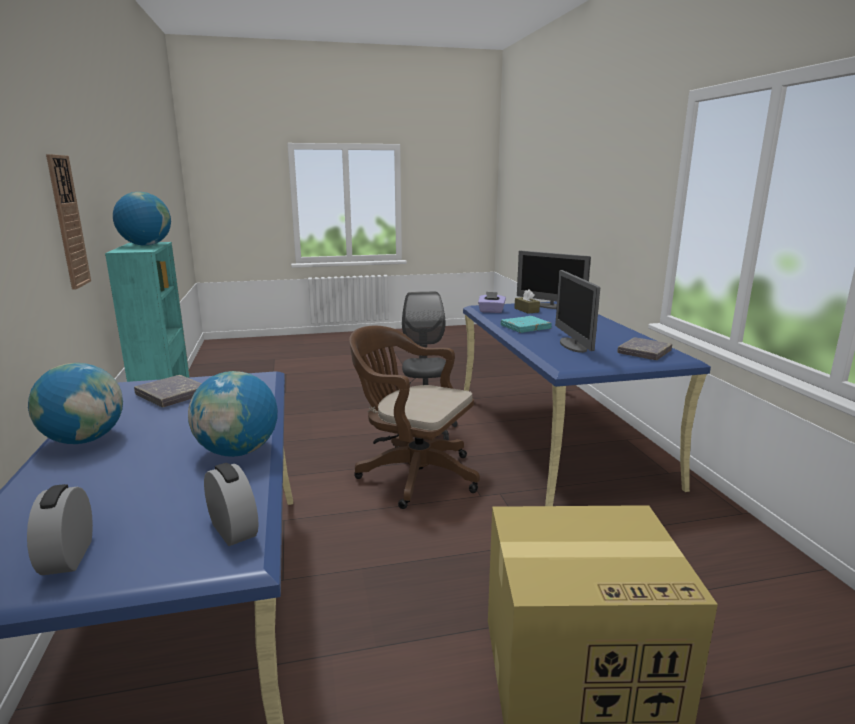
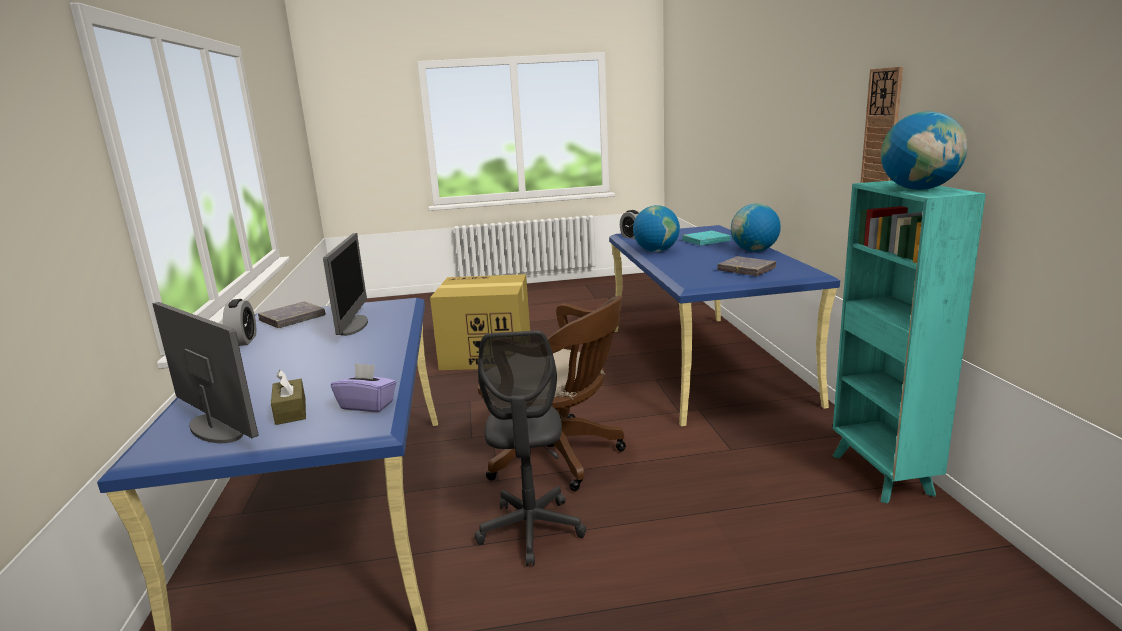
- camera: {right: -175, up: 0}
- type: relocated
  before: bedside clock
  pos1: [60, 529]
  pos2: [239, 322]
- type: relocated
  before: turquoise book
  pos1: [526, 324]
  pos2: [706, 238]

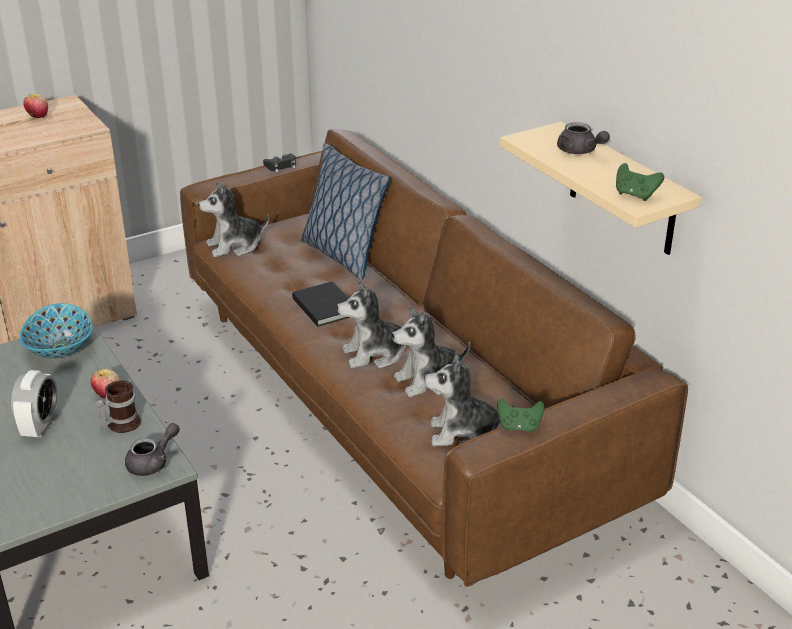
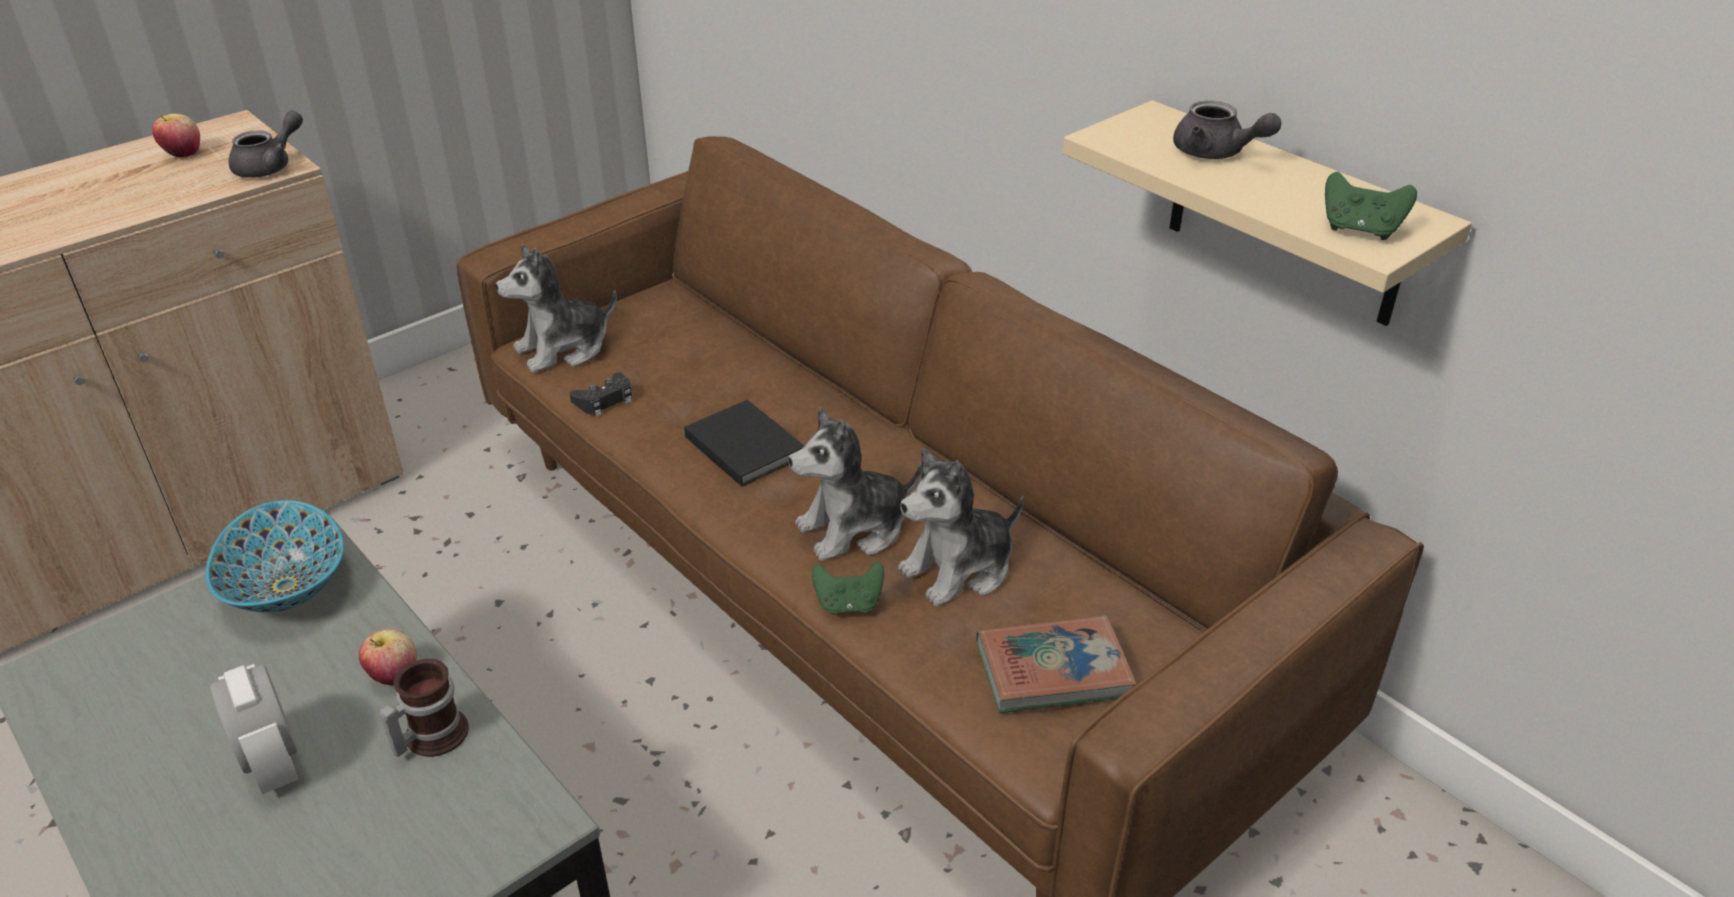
- camera: {right: -10, up: 5}
- type: spun
  before: bedside clock
  pos1: [34, 404]
  pos2: [254, 729]
  turn: 150
- type: relocated
  before: grey teapot
  pos1: [152, 449]
  pos2: [265, 144]
- type: relocated
  before: black game controller
  pos1: [279, 163]
  pos2: [601, 394]
- type: relocated
  before: greenish game controller
  pos1: [520, 415]
  pos2: [848, 587]
- type: exchanged
  before: plush toy
  after: book
  pos1: [469, 399]
  pos2: [1056, 664]
- type: missing
  before: throw pillow
  pos1: [346, 211]

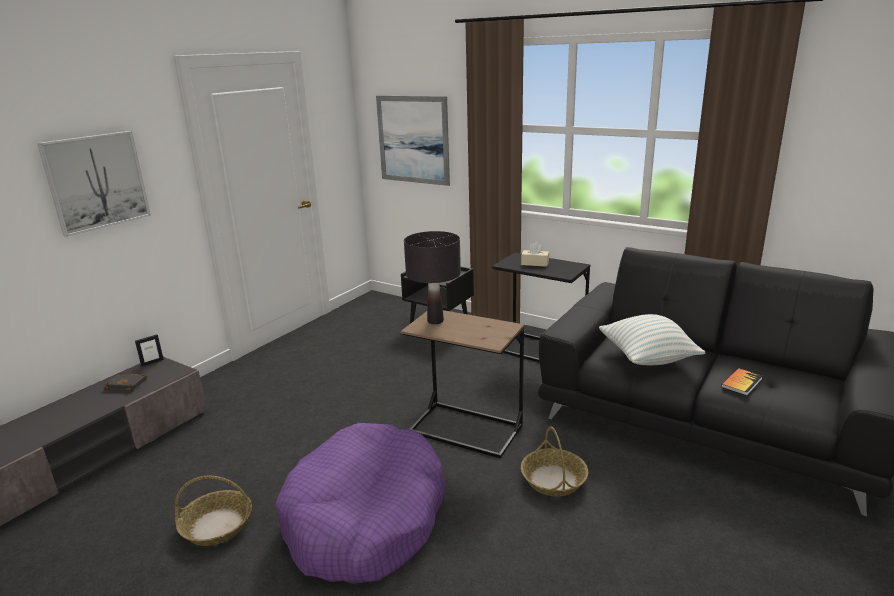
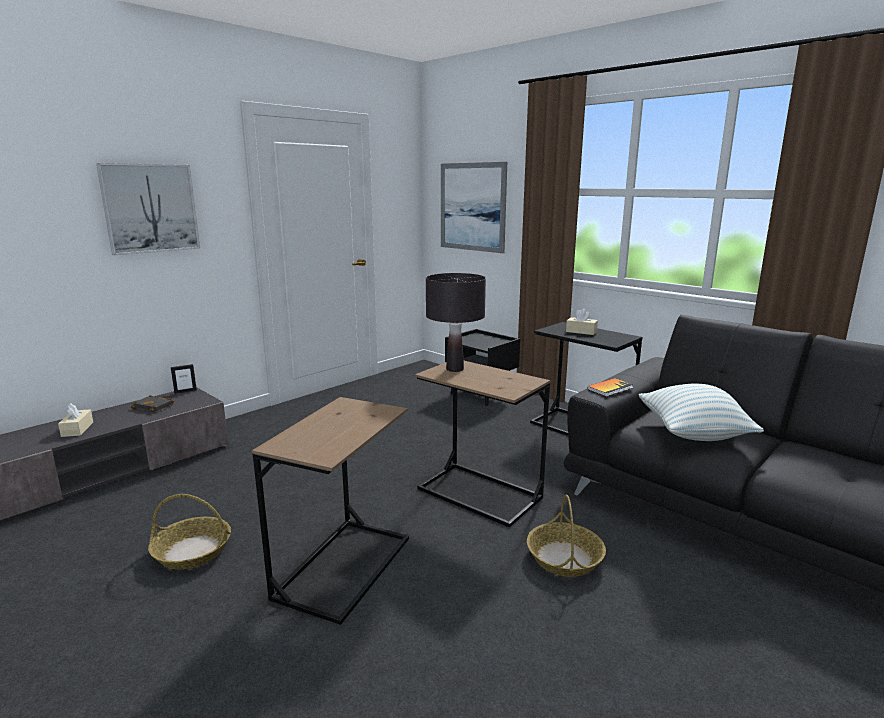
- camera: {right: 10, up: -5}
- type: appeared
  after: beige-coloured tissue box
  pos2: [75, 420]
- type: exchanged
  before: purple dog cushion
  after: brownish side table
  pos1: [360, 503]
  pos2: [330, 511]
- type: relocated
  before: book
  pos1: [741, 382]
  pos2: [610, 387]

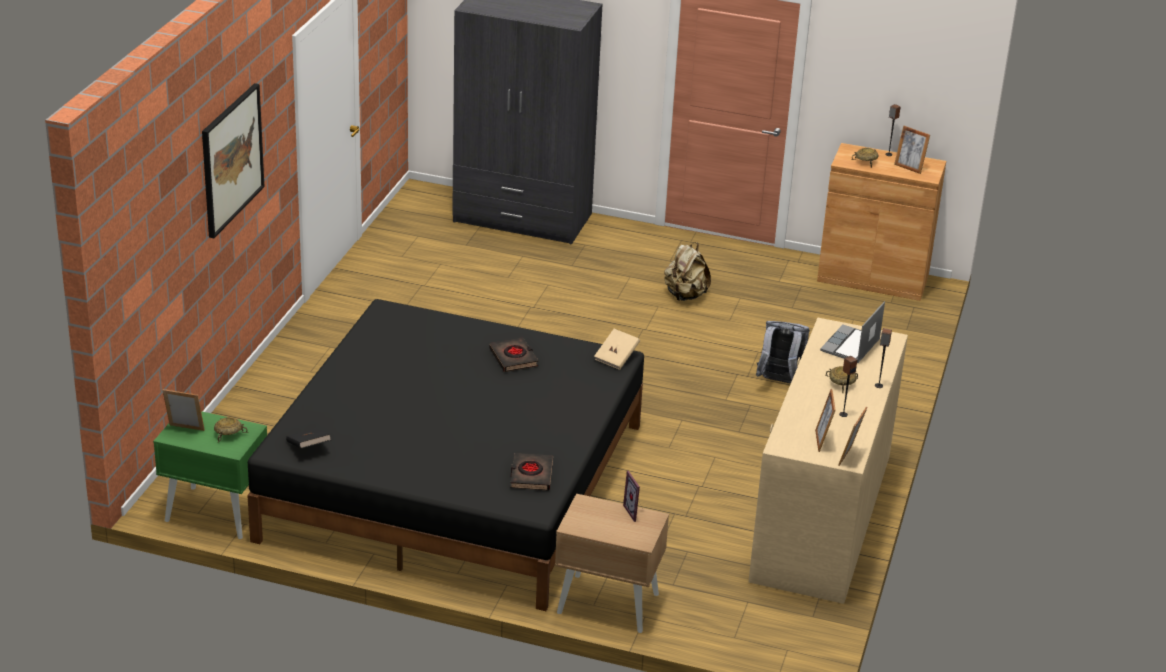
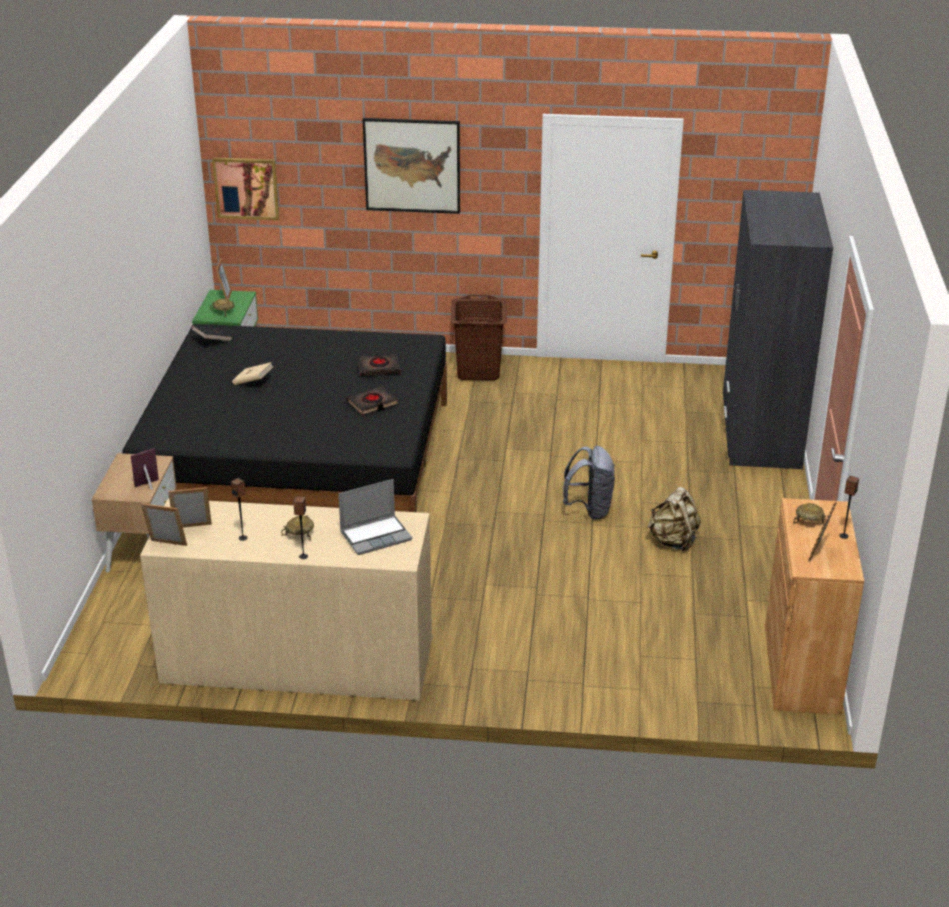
- camera: {right: 80, up: 0}
- type: appeared
  after: wall picture
  pos2: [246, 188]
- type: relocated
  before: beige-coloured book
  pos1: [617, 349]
  pos2: [252, 373]
- type: spun
  before: laptop
  pos1: [852, 332]
  pos2: [375, 517]
  turn: 135
- type: relocated
  before: black book
  pos1: [531, 472]
  pos2: [379, 365]
- type: appeared
  after: brownish hamper
  pos2: [479, 337]
- type: relocated
  before: grey knapsack
  pos1: [783, 352]
  pos2: [589, 483]

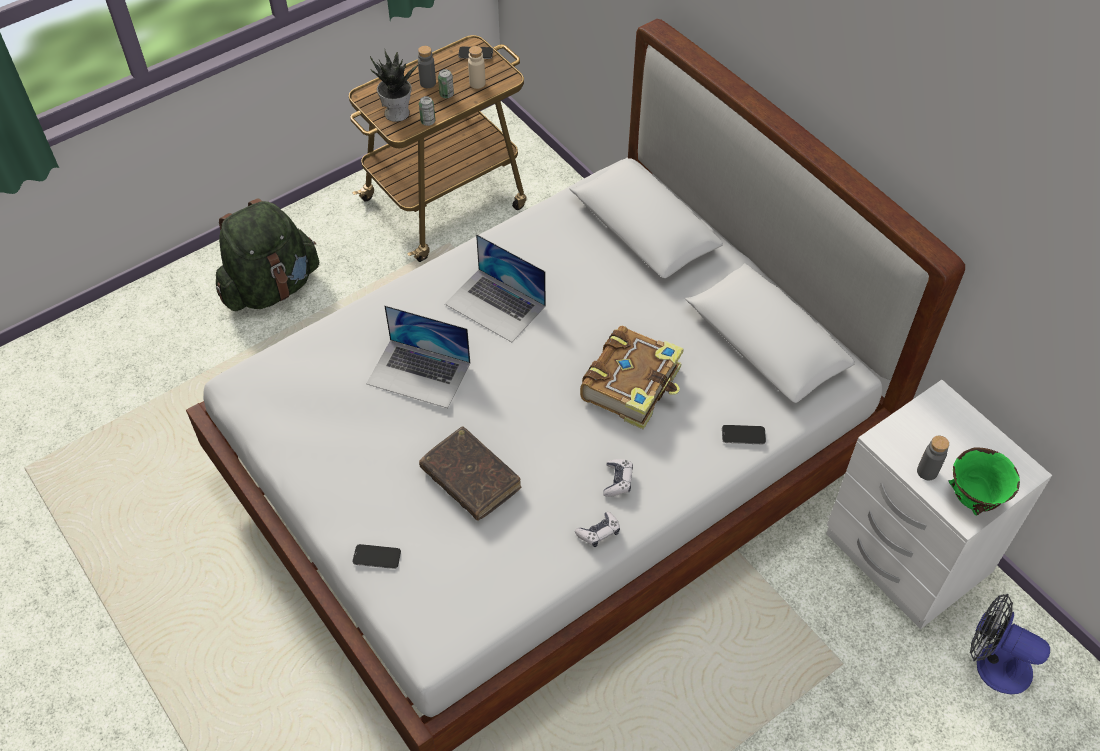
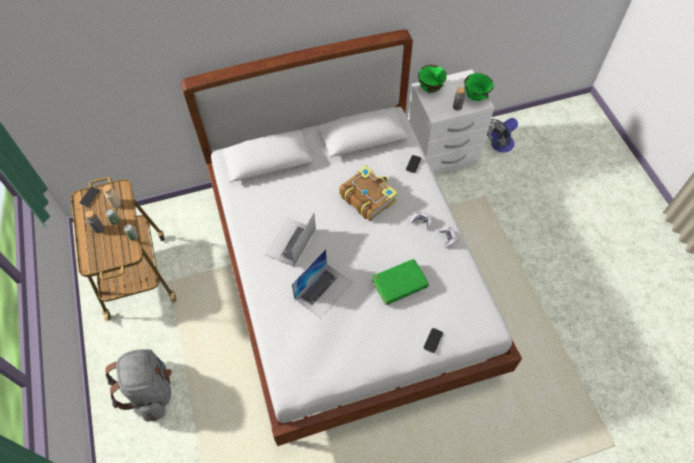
- camera: {right: -70, up: 5}
- type: colour
  before: greenish knapsack
  after: grey knapsack
  pos1: [267, 254]
  pos2: [138, 385]
- type: spun
  before: laptop
  pos1: [495, 288]
  pos2: [290, 240]
  turn: 150
- type: colour
  before: brownish book
  after: greenish book
  pos1: [470, 473]
  pos2: [400, 282]
- type: appeared
  after: greenish serving bowl
  pos2: [432, 79]
- type: missing
  before: potted plant
  pos1: [395, 85]

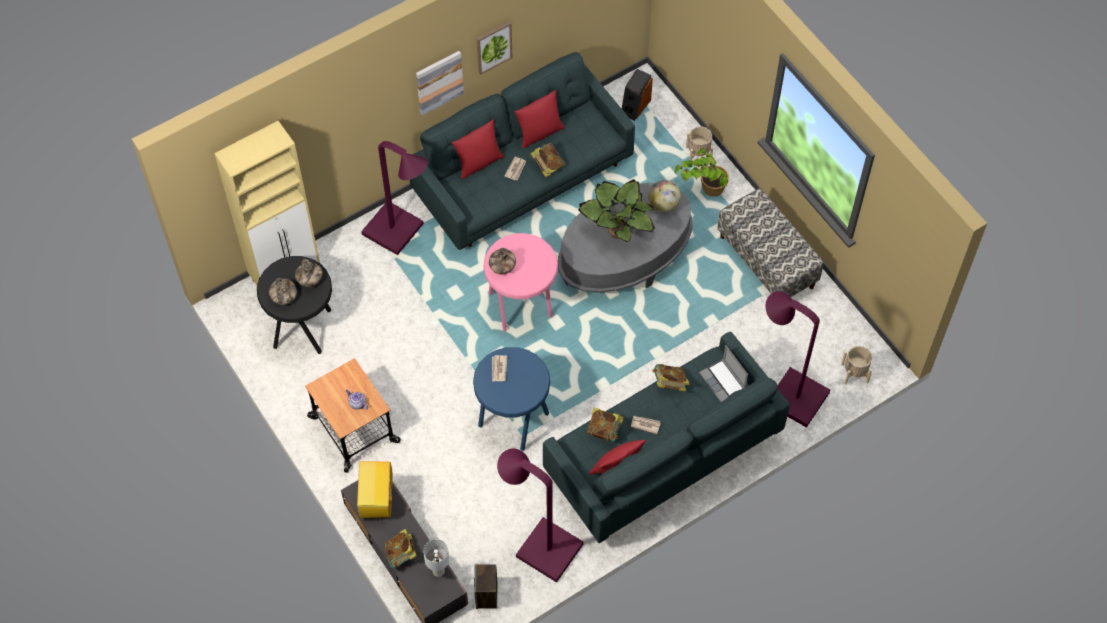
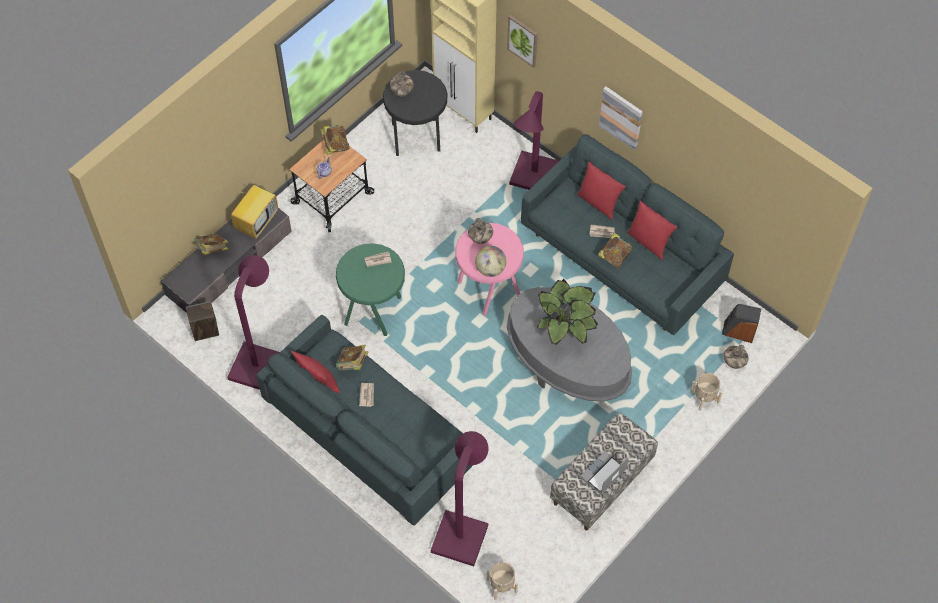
- camera: {right: 75, up: 0}
- type: spun
  before: TV
  pos1: [375, 489]
  pos2: [254, 208]
  turn: 135
- type: relocated
  before: book
  pos1: [671, 378]
  pos2: [335, 139]
- type: colour
  before: bluish stool
  after: greenish stool
  pos1: [511, 399]
  pos2: [370, 289]
- type: relocated
  before: world globe
  pos1: [664, 196]
  pos2: [490, 261]
- type: relocated
  before: wall picture
  pos1: [495, 48]
  pos2: [522, 41]
- type: relocated
  before: laptop
  pos1: [723, 373]
  pos2: [604, 472]
- type: relocated
  before: flower vase
  pos1: [309, 273]
  pos2: [736, 357]
- type: missing
  before: white-coloured tabletop lamp
  pos1: [436, 558]
- type: missing
  before: potted plant
  pos1: [701, 172]

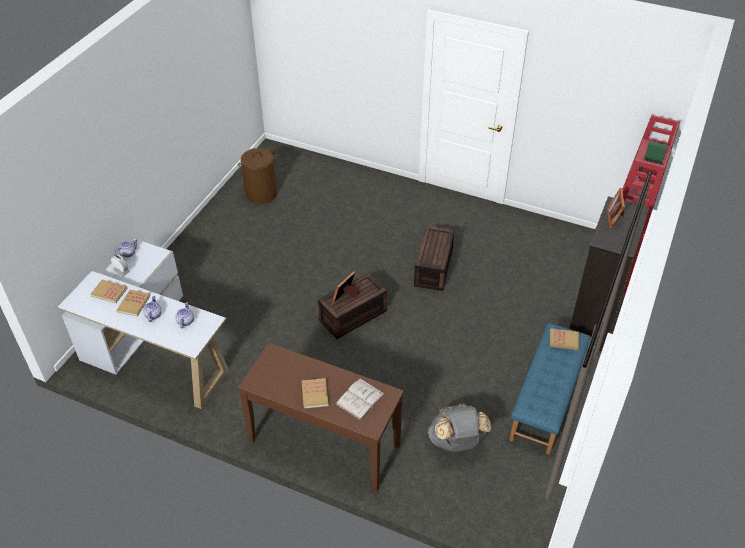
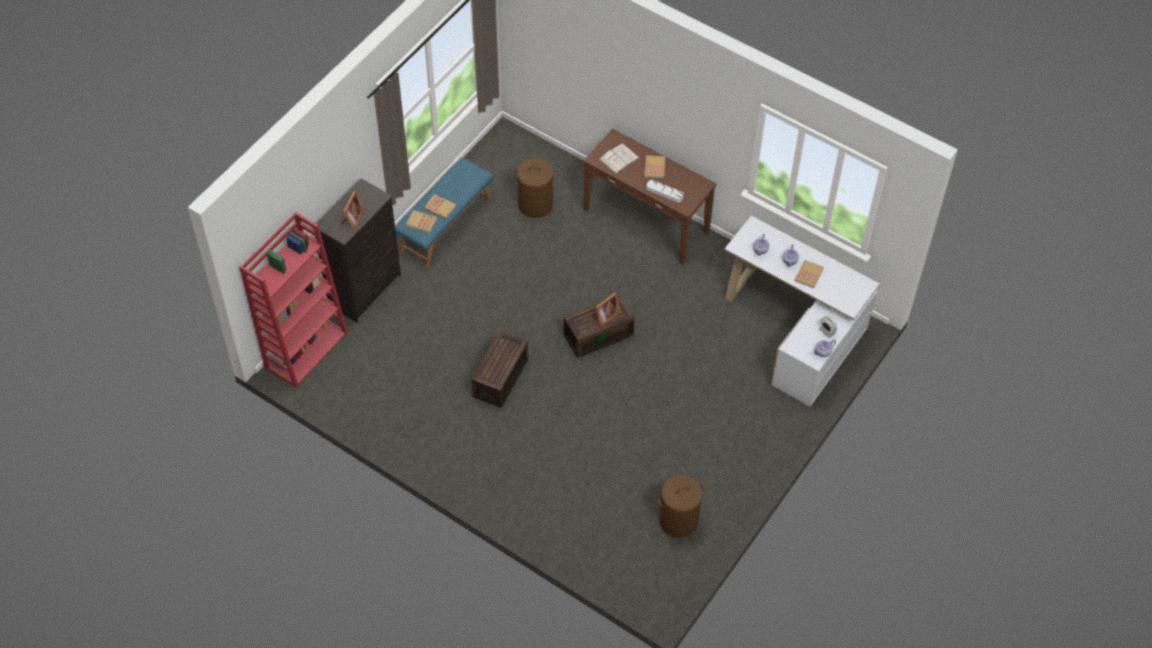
- camera: {right: -170, up: 10}
- type: relocated
  before: book
  pos1: [109, 291]
  pos2: [440, 206]
- type: exchanged
  before: grey knapsack
  after: brownish hamper
  pos1: [460, 428]
  pos2: [535, 188]
- type: appeared
  after: grey tray
  pos2: [665, 191]

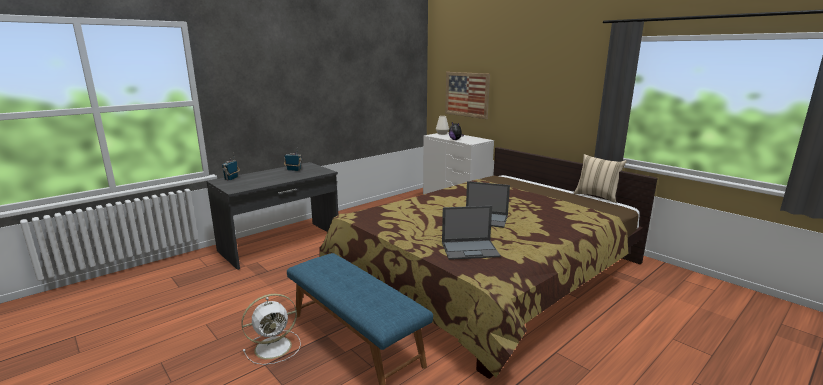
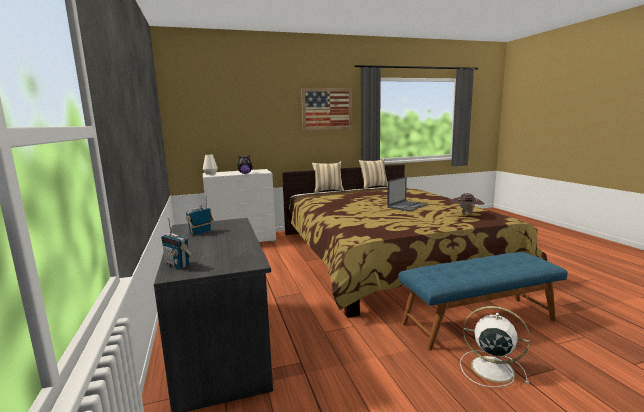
- camera: {right: -65, up: -5}
- type: relocated
  before: wall picture
  pos1: [467, 95]
  pos2: [326, 109]
- type: appeared
  after: beige-coloured throw pillow
  pos2: [328, 177]
- type: exchanged
  before: laptop
  after: brownish hat
  pos1: [471, 233]
  pos2: [467, 204]
- type: spun
  before: white-coloured cooling fan
  pos1: [271, 329]
  pos2: [495, 346]
  turn: -60

